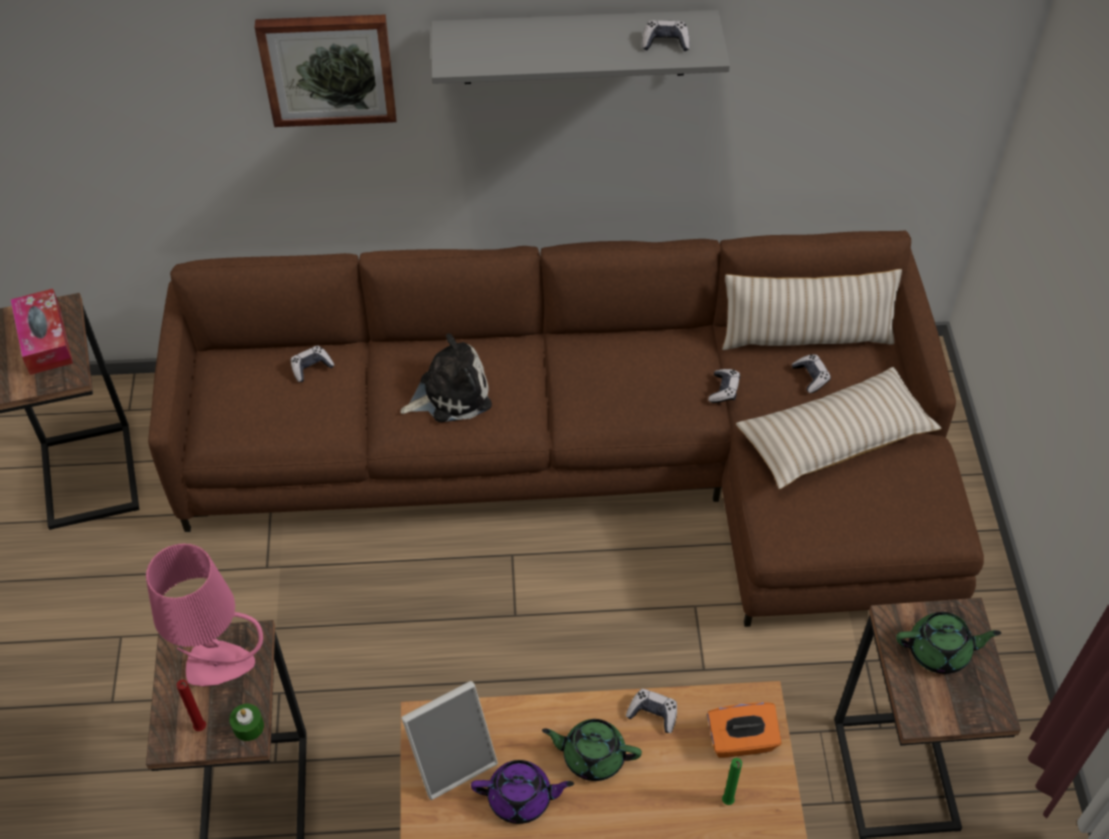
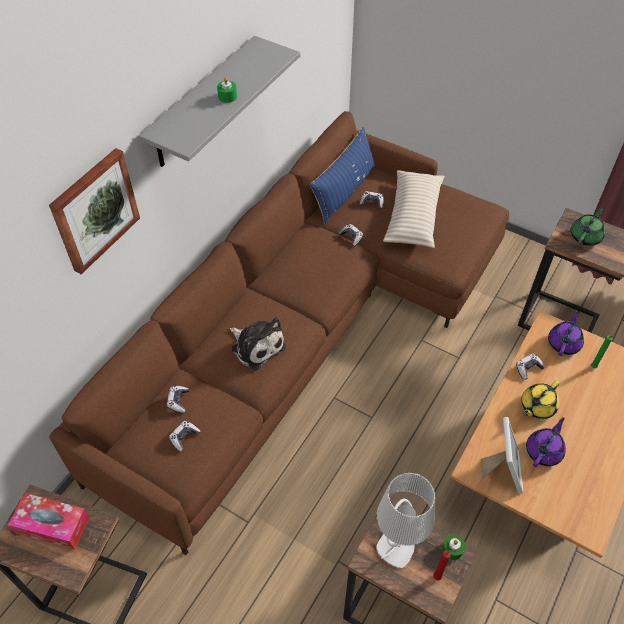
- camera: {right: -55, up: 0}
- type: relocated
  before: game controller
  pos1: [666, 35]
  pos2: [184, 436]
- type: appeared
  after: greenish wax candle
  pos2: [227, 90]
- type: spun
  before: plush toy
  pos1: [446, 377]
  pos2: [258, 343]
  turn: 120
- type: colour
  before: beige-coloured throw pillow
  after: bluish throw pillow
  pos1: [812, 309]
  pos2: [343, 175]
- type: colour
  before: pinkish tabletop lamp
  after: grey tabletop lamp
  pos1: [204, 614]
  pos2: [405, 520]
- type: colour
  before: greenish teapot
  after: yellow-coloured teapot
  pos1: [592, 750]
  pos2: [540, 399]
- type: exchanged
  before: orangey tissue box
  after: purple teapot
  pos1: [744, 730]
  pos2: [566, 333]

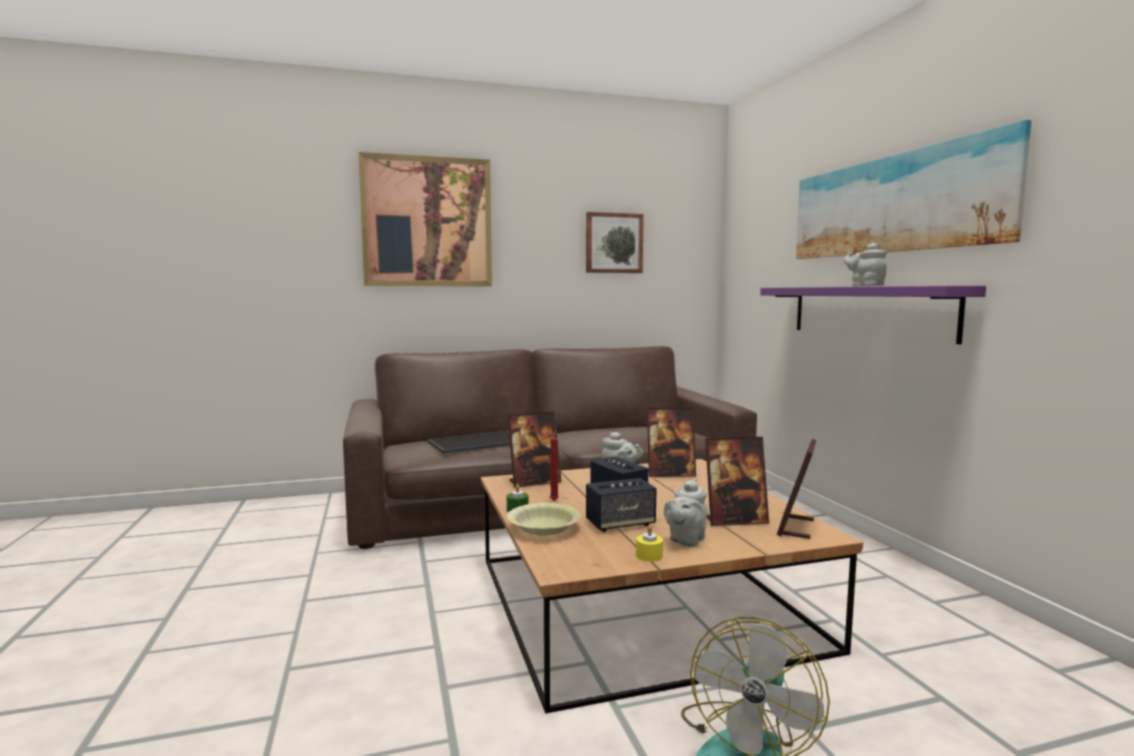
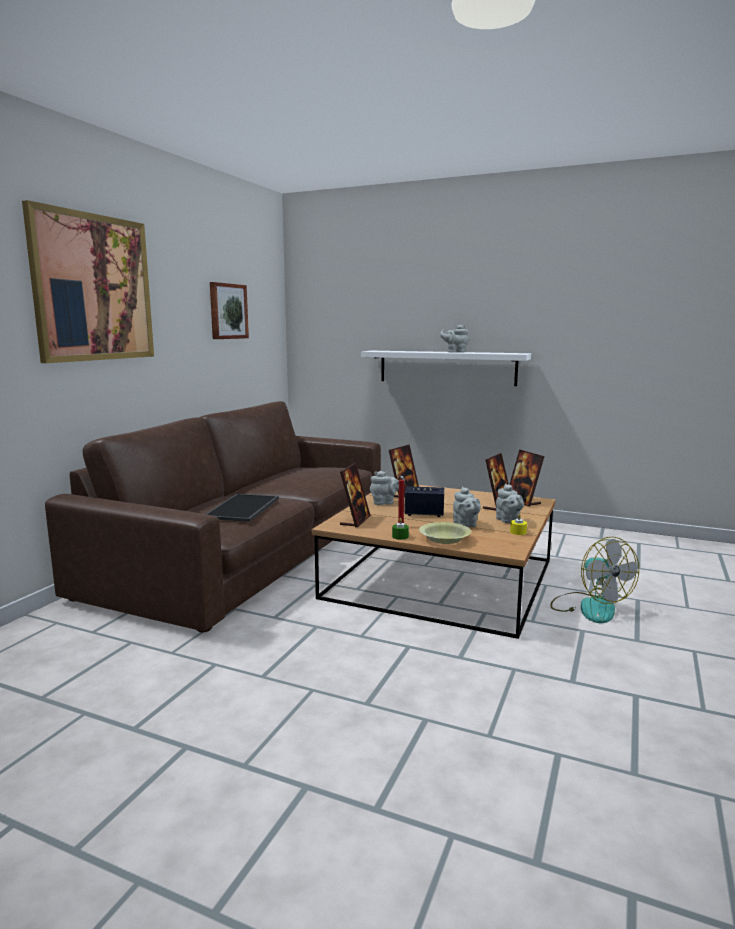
- camera: {right: -50, up: 5}
- type: colour
  before: purple bracket shelf
  after: white-coloured bracket shelf
  pos1: [873, 315]
  pos2: [446, 368]
- type: exchanged
  before: speaker
  after: grey teapot
  pos1: [621, 505]
  pos2: [467, 506]
- type: missing
  before: wall picture
  pos1: [913, 189]

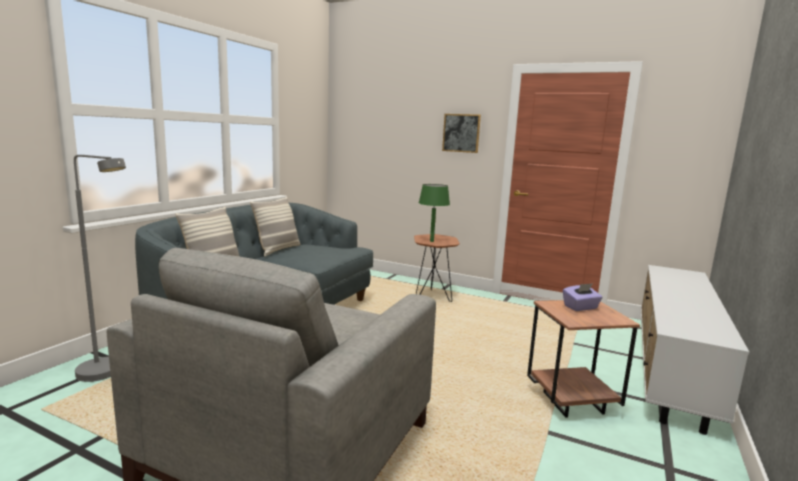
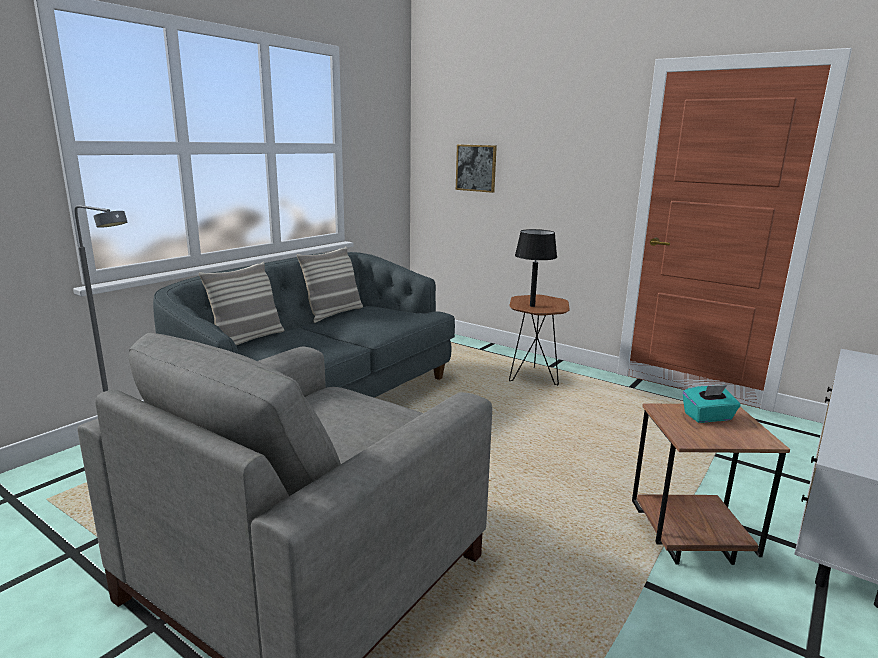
- camera: {right: 10, up: 5}
- type: relocated
  before: wall picture
  pos1: [461, 133]
  pos2: [476, 168]
- type: colour
  before: greenish tabletop lamp
  after: black tabletop lamp
  pos1: [434, 213]
  pos2: [536, 268]
- type: colour
  before: purple tissue box
  after: turquoise tissue box
  pos1: [583, 297]
  pos2: [712, 404]

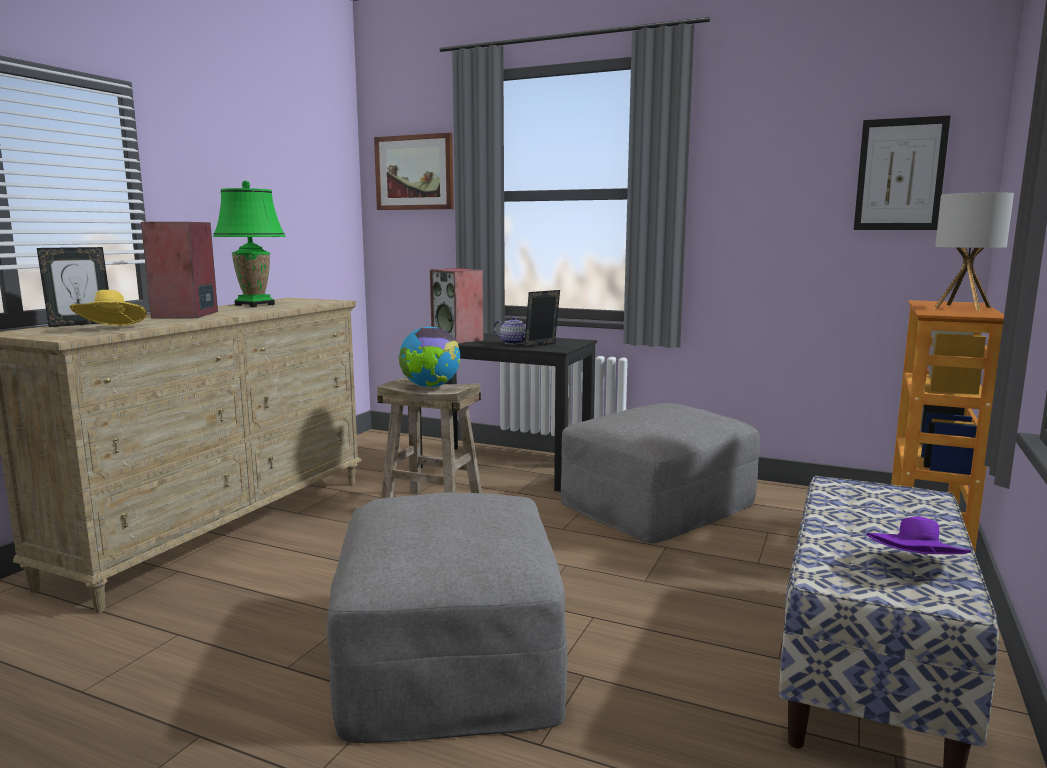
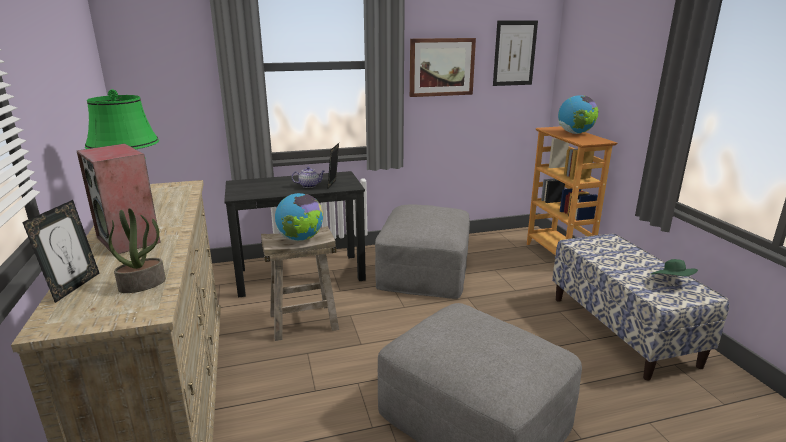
- camera: {right: -40, up: 10}
- type: exchanged
  before: yellow-coloured hat
  after: potted plant
  pos1: [108, 308]
  pos2: [137, 250]
- type: relocated
  before: wall picture
  pos1: [414, 171]
  pos2: [443, 67]
- type: exchanged
  before: tabletop lamp
  after: world globe
  pos1: [974, 251]
  pos2: [578, 114]
- type: colour
  before: purple hat
  after: greenish hat
  pos1: [919, 535]
  pos2: [674, 267]
- type: missing
  before: speaker
  pos1: [457, 306]

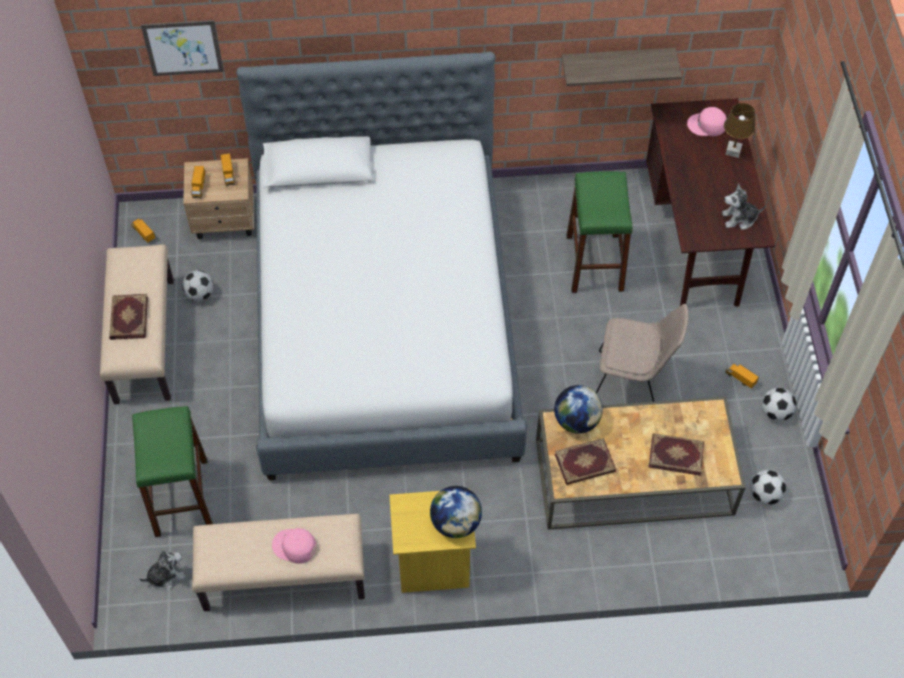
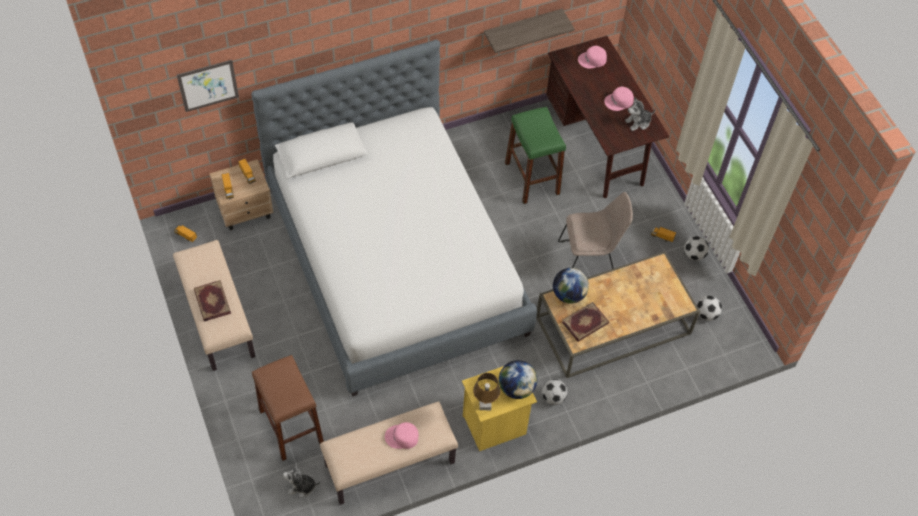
- camera: {right: -20, up: 0}
- type: colour
  before: greenish stool
  after: brownish stool
  pos1: [172, 471]
  pos2: [288, 408]
- type: spun
  before: plush toy
  pos1: [162, 570]
  pos2: [301, 480]
  turn: -135
- type: relocated
  before: brownish tabletop lamp
  pos1: [739, 130]
  pos2: [487, 391]
- type: relocated
  before: ball for football
  pos1: [198, 286]
  pos2: [554, 392]
- type: appeared
  after: pinkish peaked cap
  pos2: [619, 99]
- type: missing
  before: book
  pos1: [676, 454]

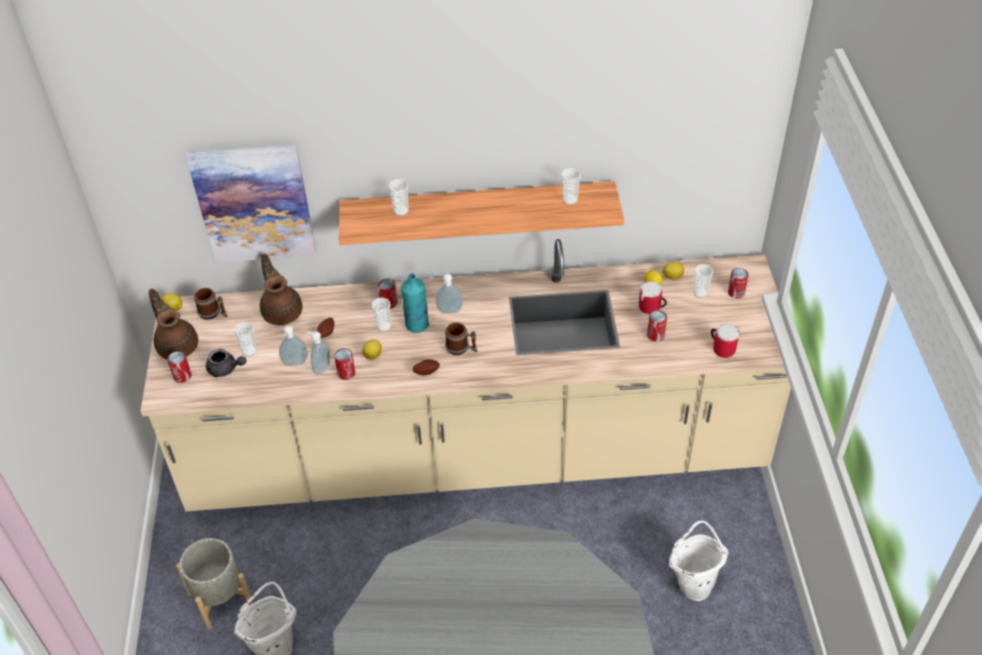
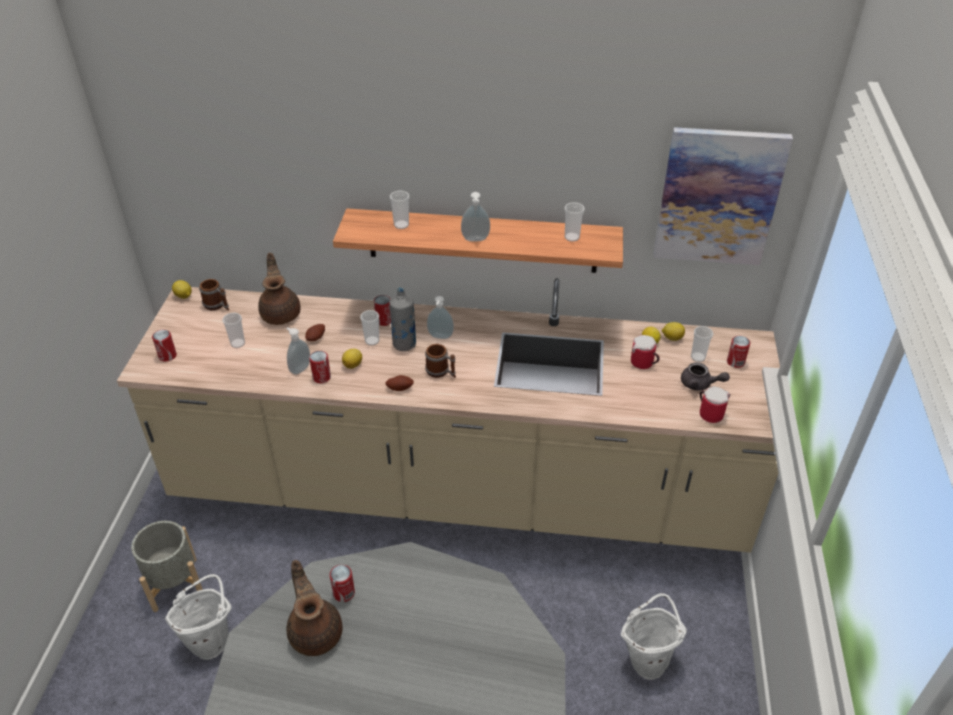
- camera: {right: 10, up: -5}
- type: relocated
  before: brownish teapot
  pos1: [173, 323]
  pos2: [314, 608]
- type: relocated
  before: sealed can
  pos1: [657, 326]
  pos2: [342, 583]
- type: colour
  before: turquoise beverage bottle
  after: grey beverage bottle
  pos1: [415, 303]
  pos2: [402, 319]
- type: relocated
  before: soap bottle
  pos1: [293, 346]
  pos2: [475, 217]
- type: relocated
  before: wall picture
  pos1: [251, 204]
  pos2: [723, 196]
- type: relocated
  before: grey teapot
  pos1: [226, 363]
  pos2: [705, 376]

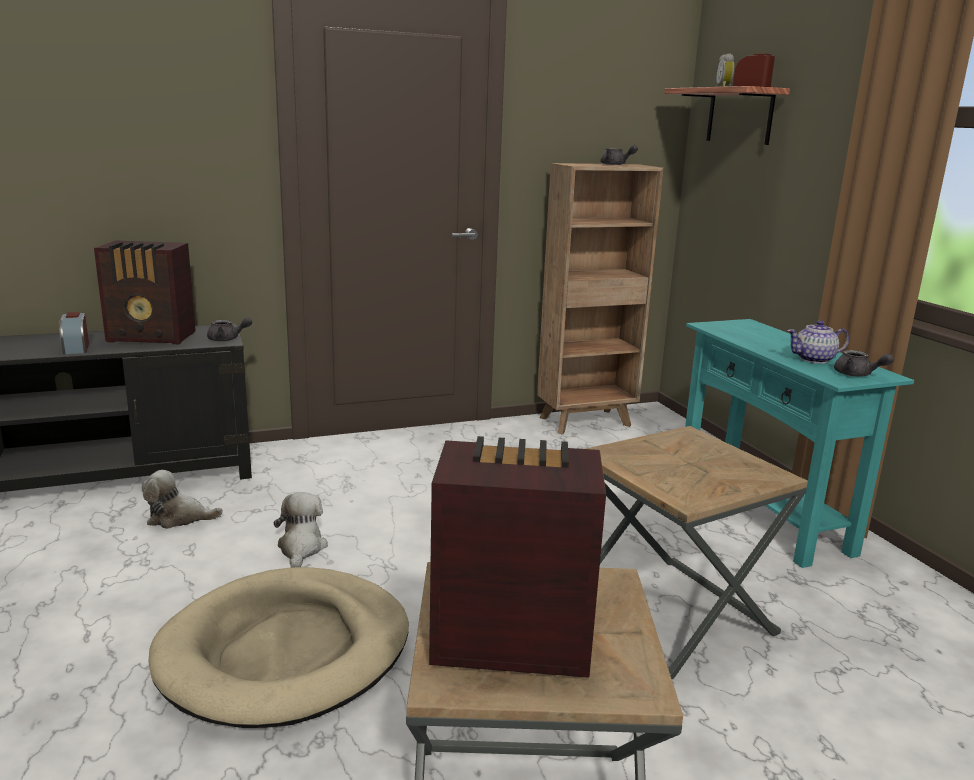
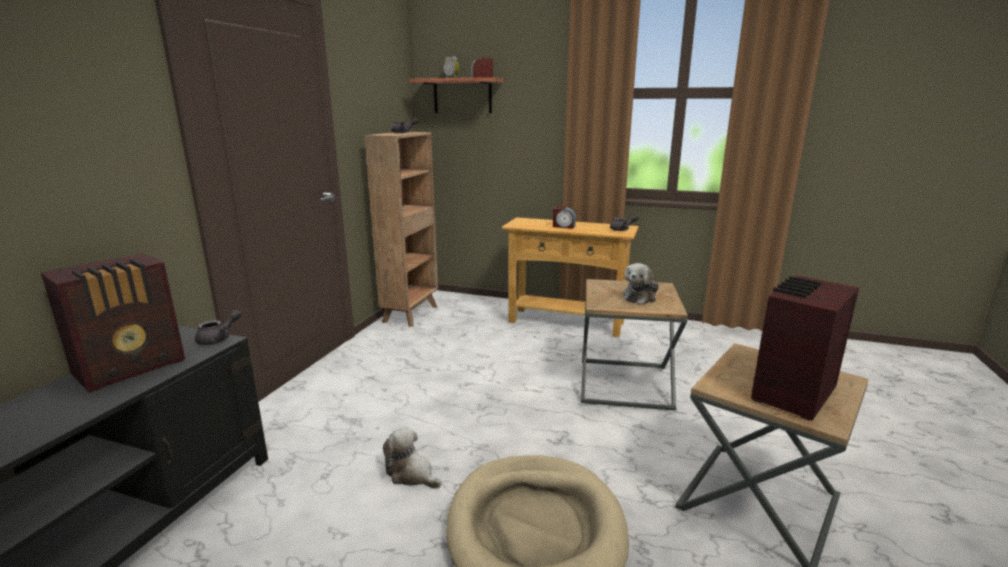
- camera: {right: -50, up: 0}
- type: colour
  before: turquoise console table
  after: beige-coloured console table
  pos1: [799, 443]
  pos2: [570, 277]
- type: relocated
  before: bedside clock
  pos1: [74, 333]
  pos2: [564, 217]
- type: relocated
  before: plush toy
  pos1: [182, 499]
  pos2: [641, 284]
- type: missing
  before: teapot
  pos1: [818, 342]

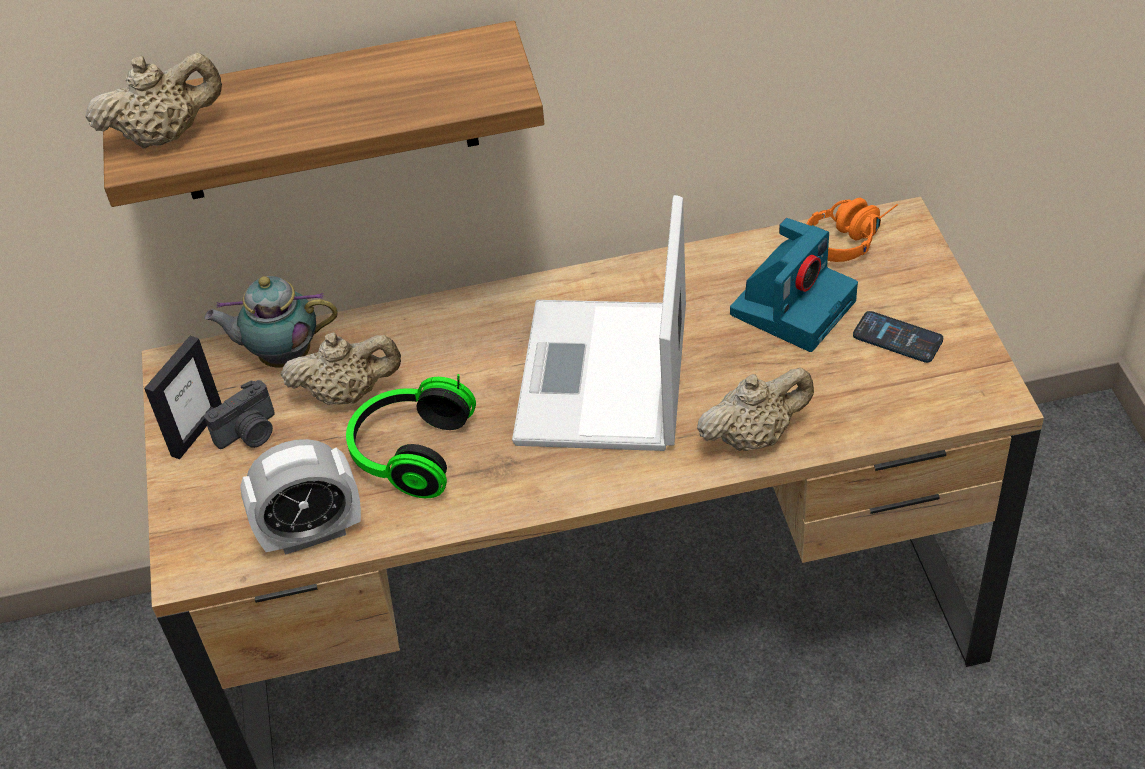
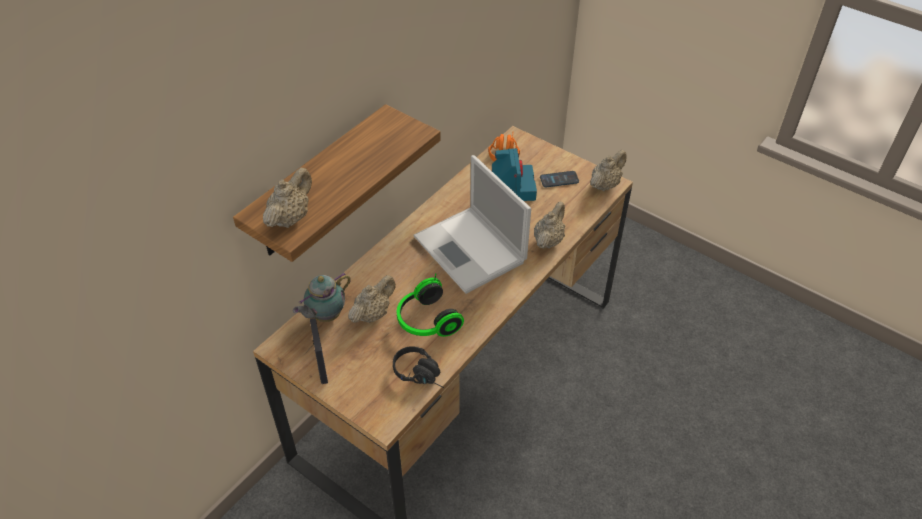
- camera: {right: -45, up: 0}
- type: exchanged
  before: bedside clock
  after: black pair of headphones
  pos1: [300, 497]
  pos2: [418, 367]
- type: appeared
  after: beige-coloured teapot
  pos2: [608, 170]
- type: missing
  before: still camera
  pos1: [239, 414]

